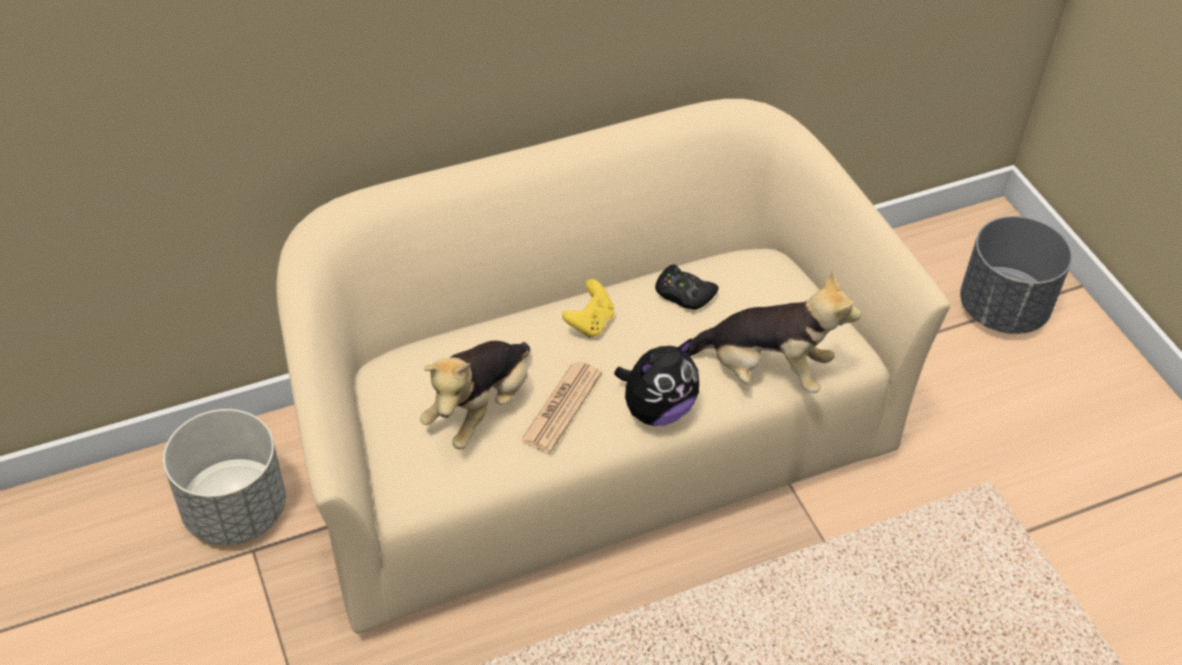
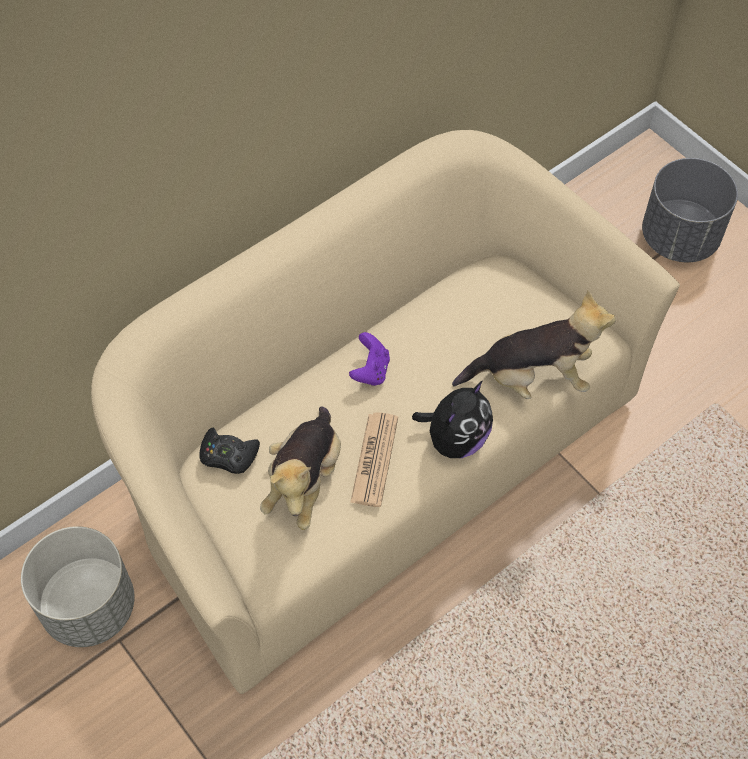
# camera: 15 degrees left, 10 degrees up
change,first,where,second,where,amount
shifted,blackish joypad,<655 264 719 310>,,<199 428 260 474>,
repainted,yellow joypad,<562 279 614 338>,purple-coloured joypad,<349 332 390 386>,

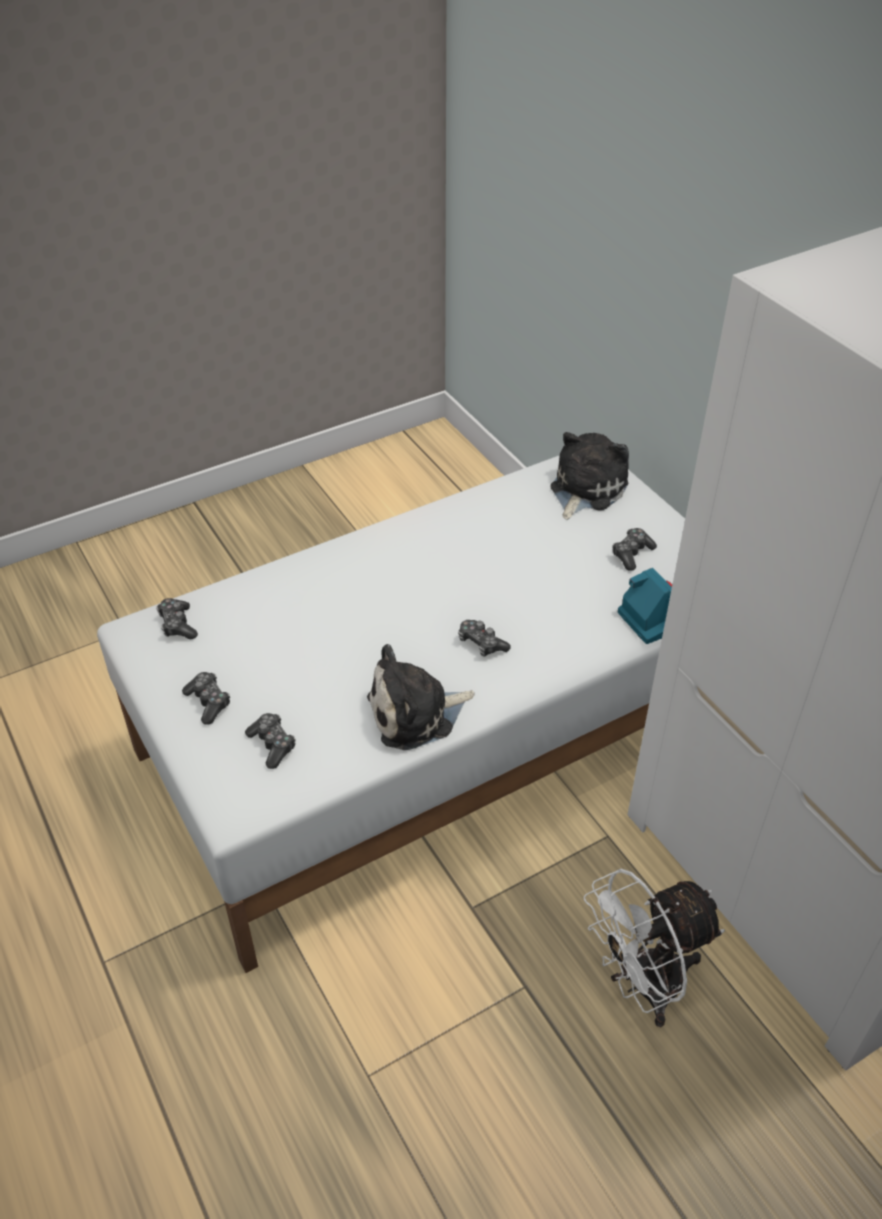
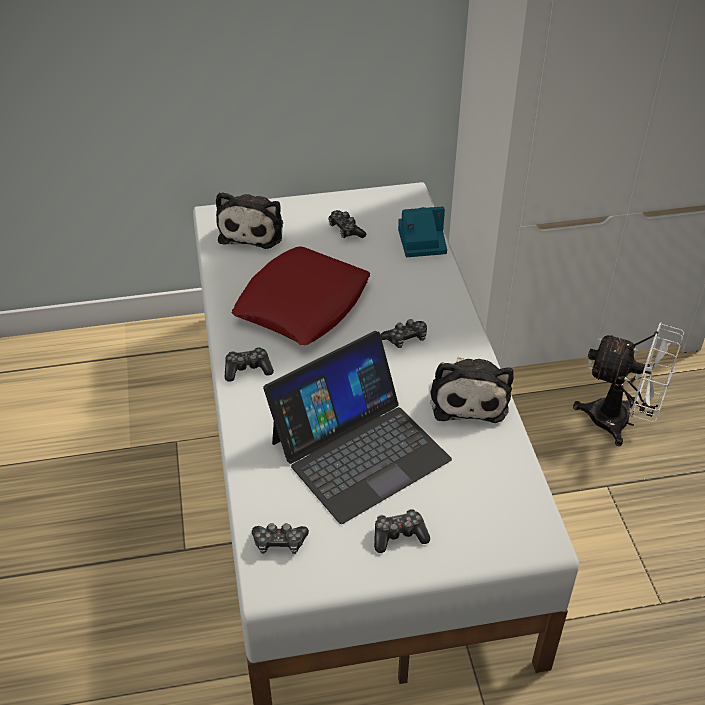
# camera: 70 degrees left, 0 degrees up
change,first,where,second,where,amount
new,,,reddish throw pillow,<232 246 370 345>,
new,,,portable computer,<263 331 452 524>,
shifted,joypad,<245 713 296 769>,,<225 347 274 381>,
rotated,plush toy,<550 432 629 520>,,<216 192 283 249>,135 degrees counterclockwise
rotated,white electric fan,<583 868 725 1027>,,<573 322 684 446>,60 degrees counterclockwise

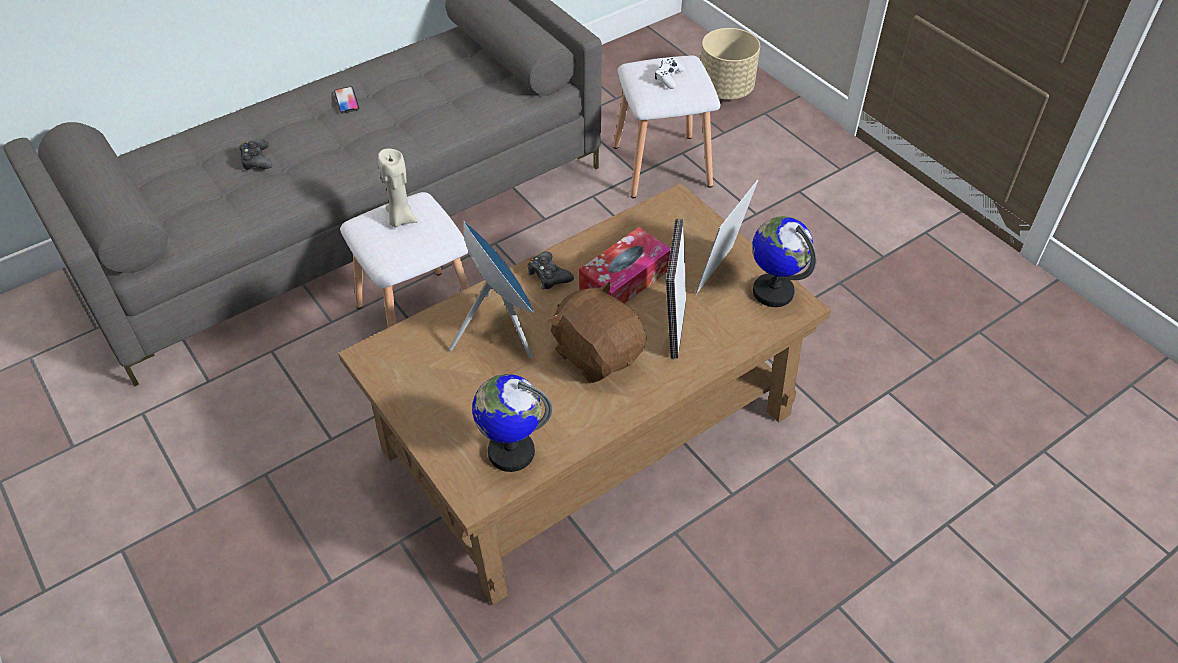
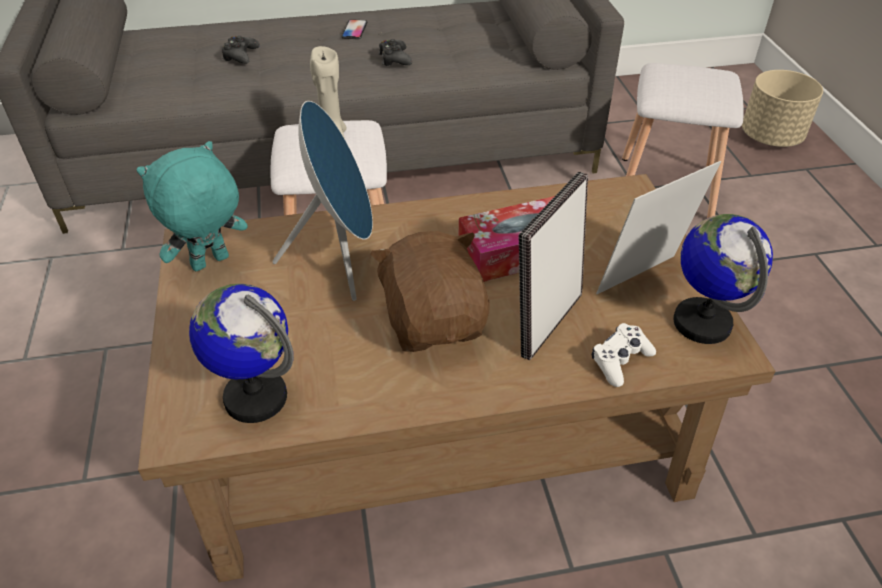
# camera: 25 degrees right, 5 degrees down
change,first,where,second,where,amount
new,,,turquoise plush toy,<137 141 248 271>,
shifted,blackish joypad,<528 251 574 289>,,<379 39 412 66>,
shifted,white joypad,<655 58 685 89>,,<592 323 656 387>,

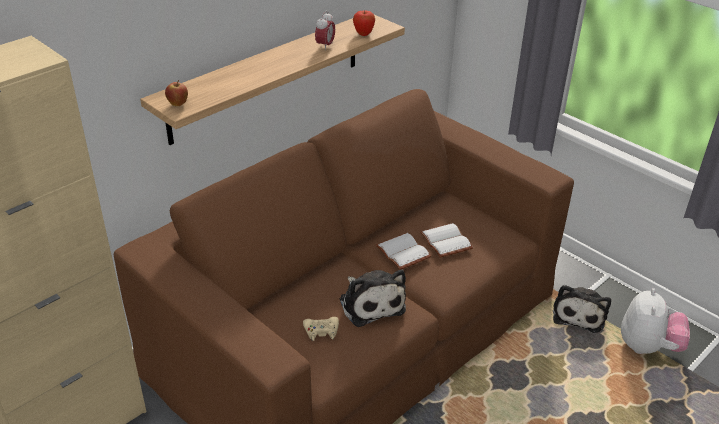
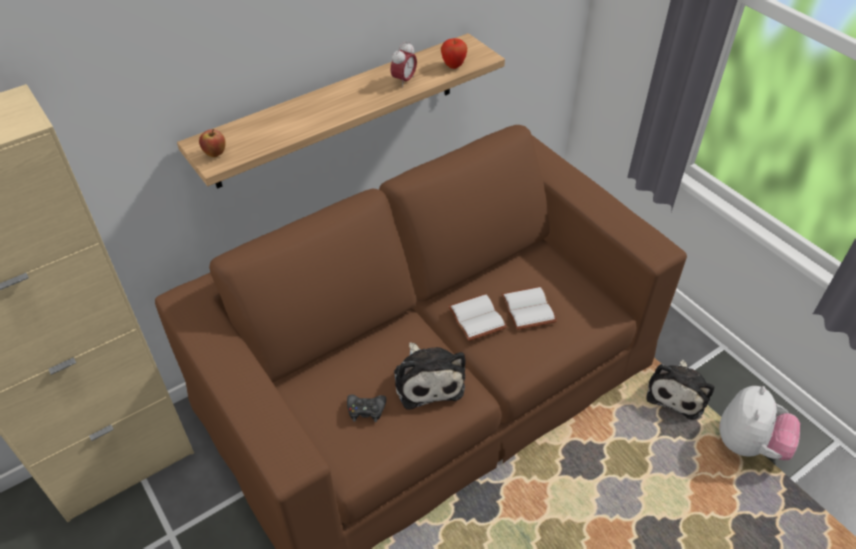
# camera: 10 degrees right, 10 degrees up
change,first,where,second,where,amount
repainted,sand-coloured joypad,<303 317 339 341>,blackish joypad,<347 395 386 422>,

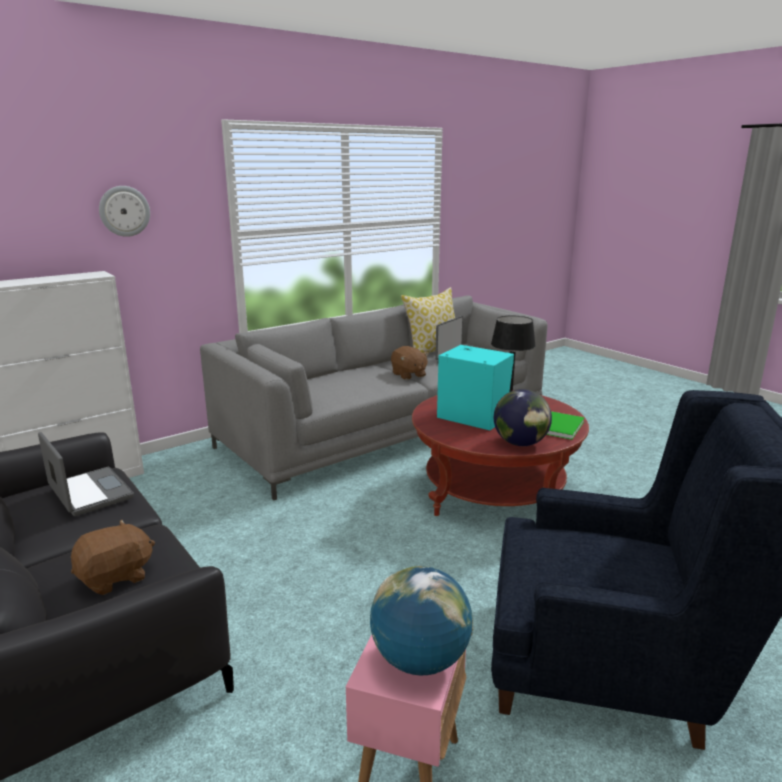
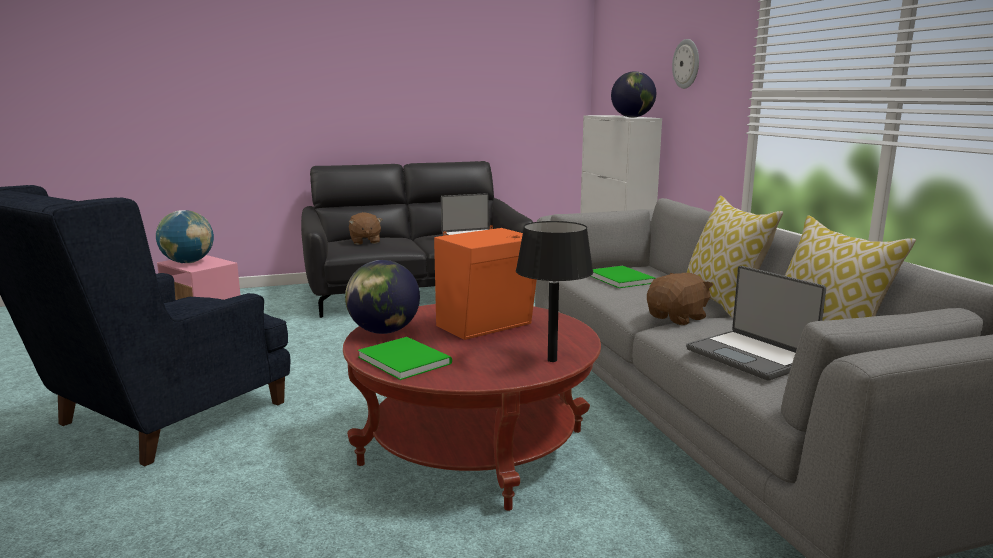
# camera: 110 degrees right, 5 degrees down
change,first,where,second,where,amount
new,,,green-coloured volume,<591 266 656 288>,
new,,,globe,<611 71 656 117>,
new,,,throw pillow,<687 195 783 318>,
repainted,turquoise audio speaker,<437 345 514 430>,orange-coloured audio speaker,<434 225 537 340>,
rotated,brown plush toy,<391 346 429 380>,,<647 273 713 325>,150 degrees clockwise

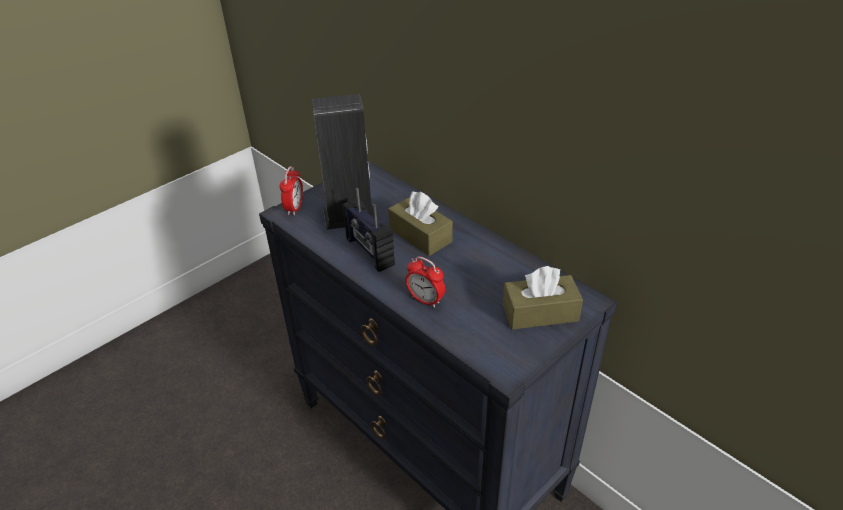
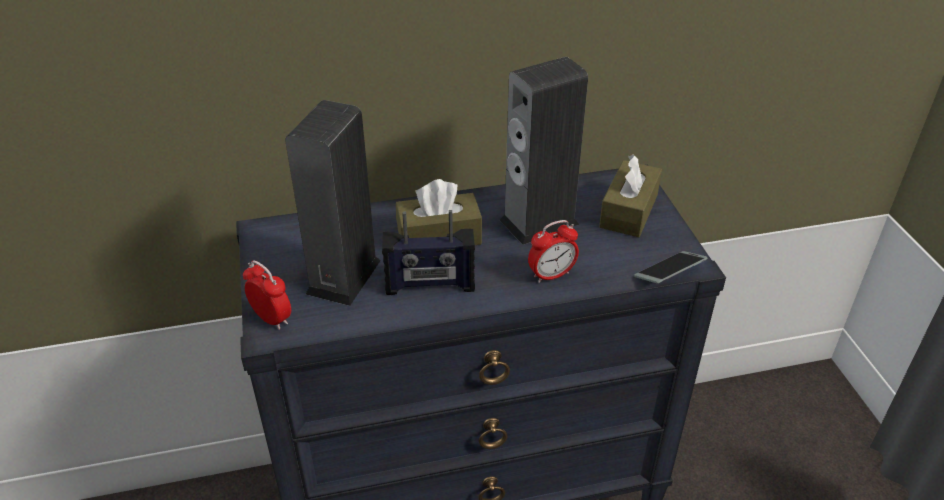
# camera: 60 degrees left, 0 degrees up
change,first,where,second,where,amount
new,,,audio speaker,<500 57 588 245>,
new,,,phone,<634 251 707 283>,

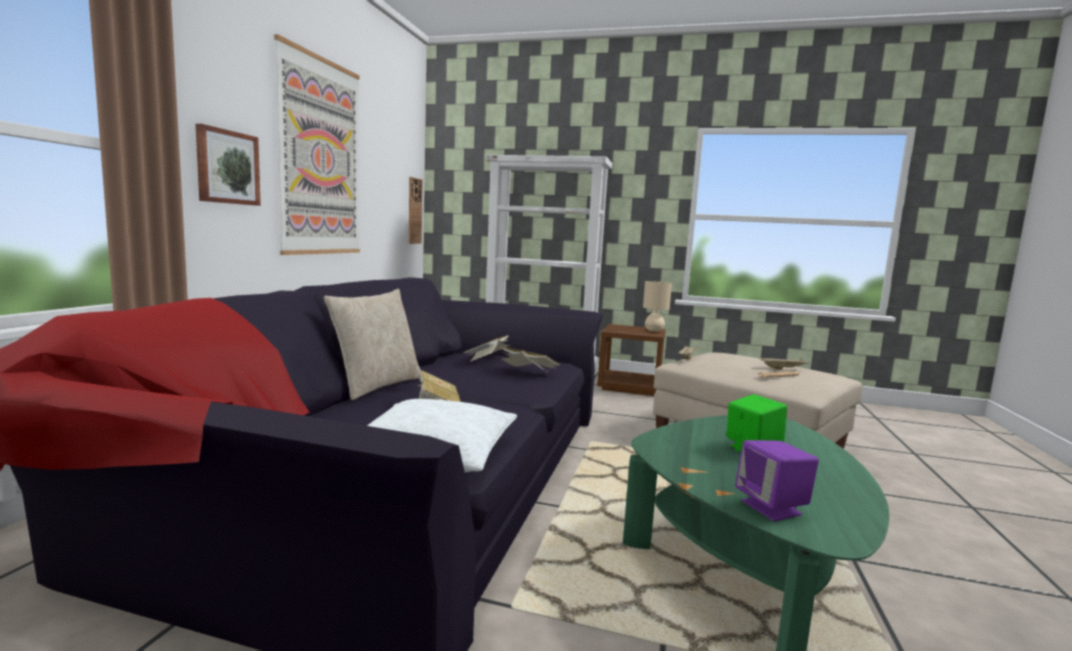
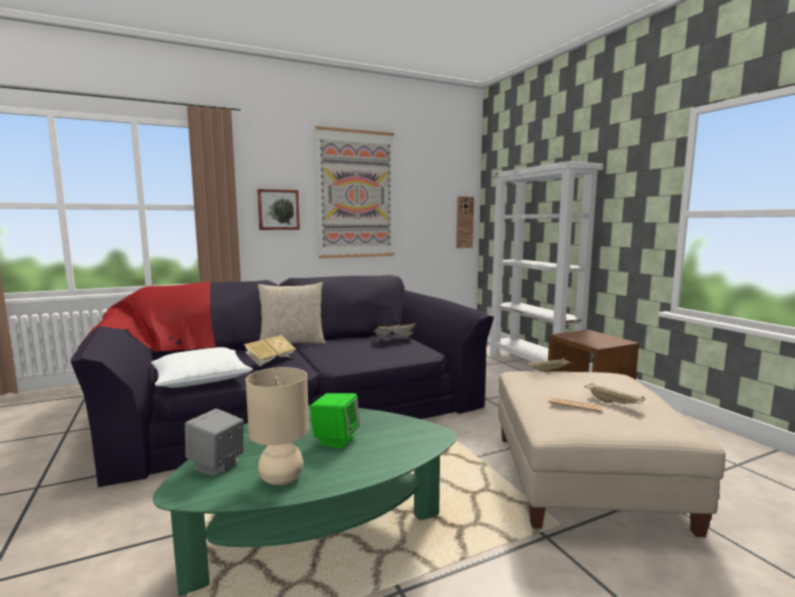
# camera: 50 degrees right, 0 degrees up
change,first,where,second,where,amount
gone,volume,<501 347 560 373>,,,
shifted,sand-coloured lamp for a table,<643 281 672 332>,,<246 367 309 486>,
repainted,purple-coloured audio speaker,<735 440 819 521>,gray audio speaker,<185 409 244 476>,

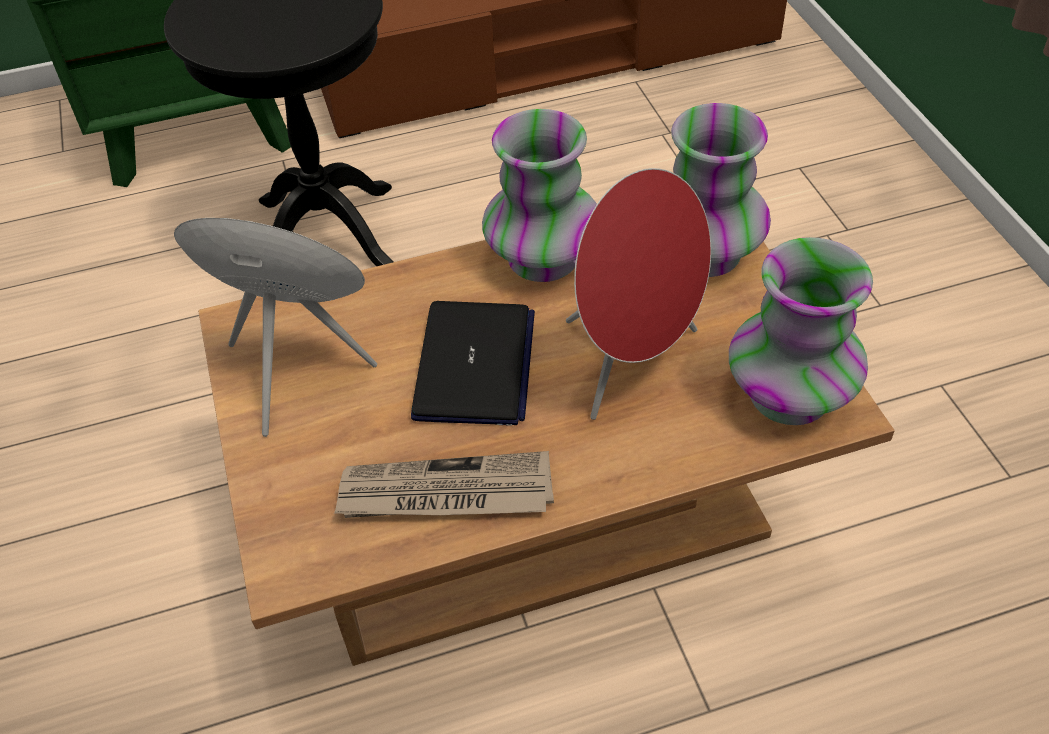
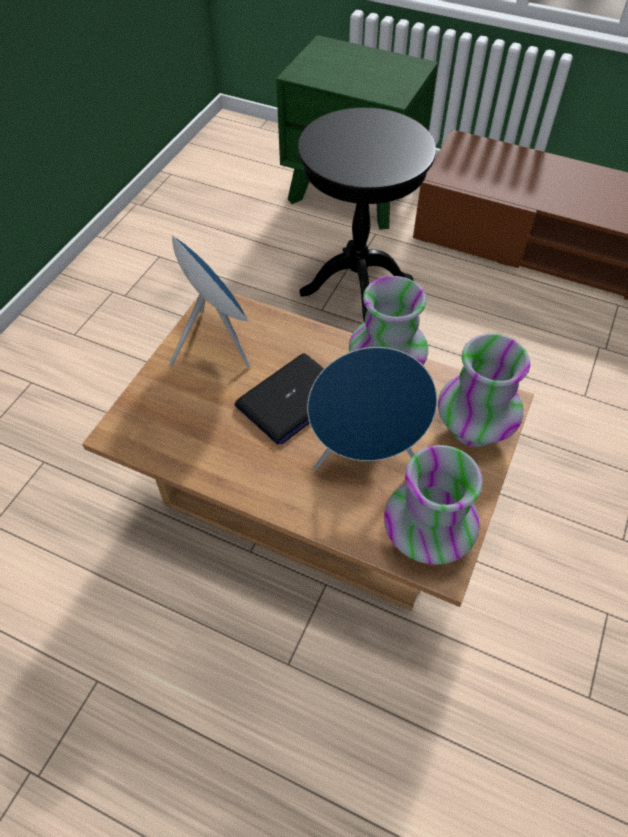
# camera: 40 degrees right, 5 degrees up
change,first,where,second,where,amount
gone,printed paper,<334 451 554 518>,,,
repainted,reddish audio speaker,<566 168 711 420>,blue-coloured audio speaker,<307 347 437 471>,

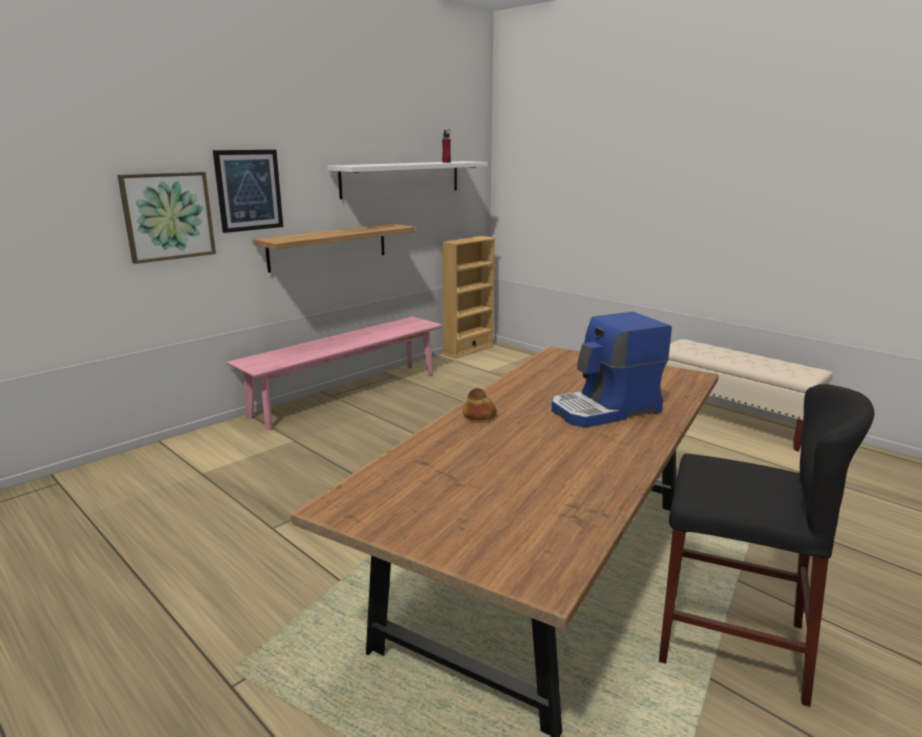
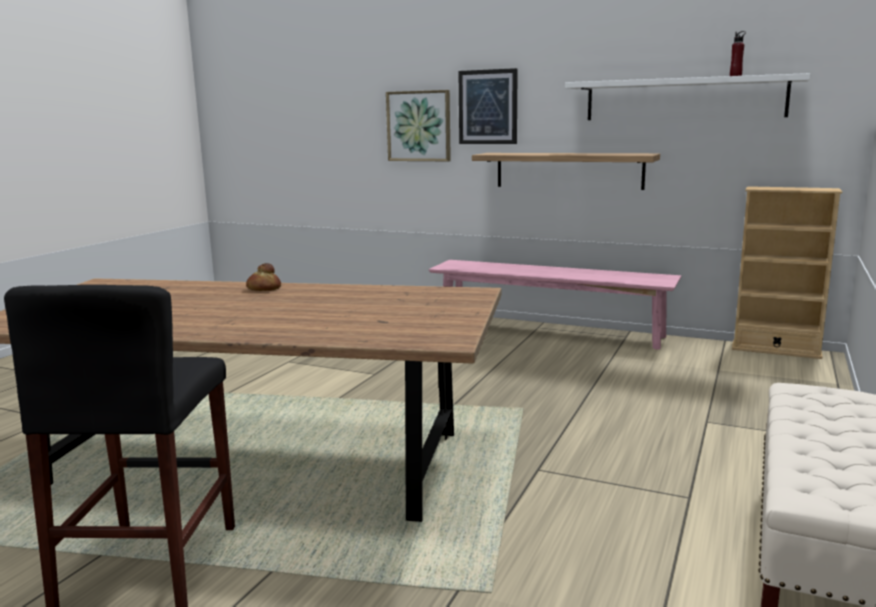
# camera: 70 degrees right, 5 degrees down
change,first,where,second,where,amount
gone,coffee machine,<552 312 672 428>,,,

